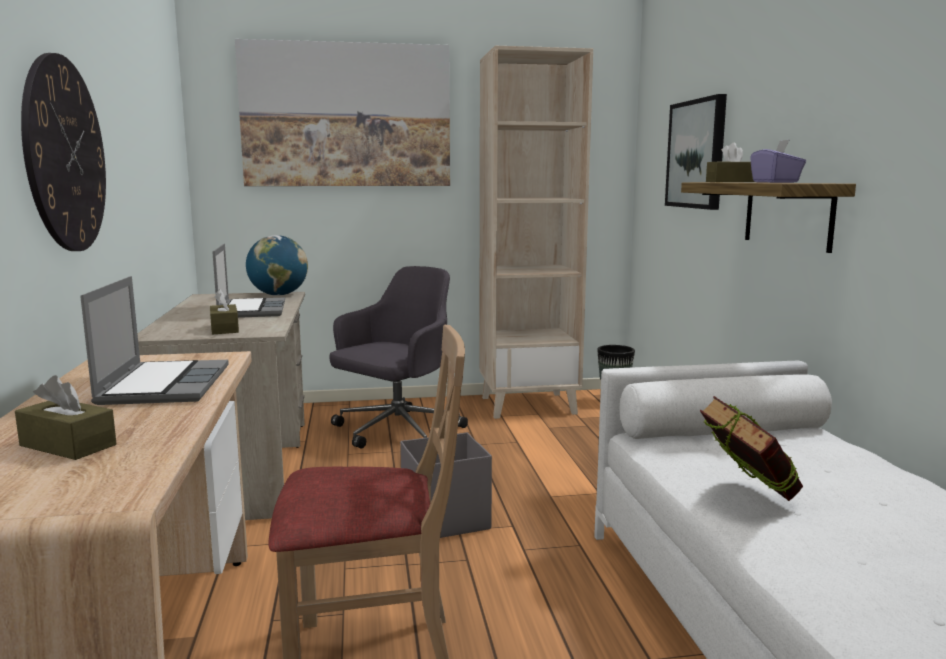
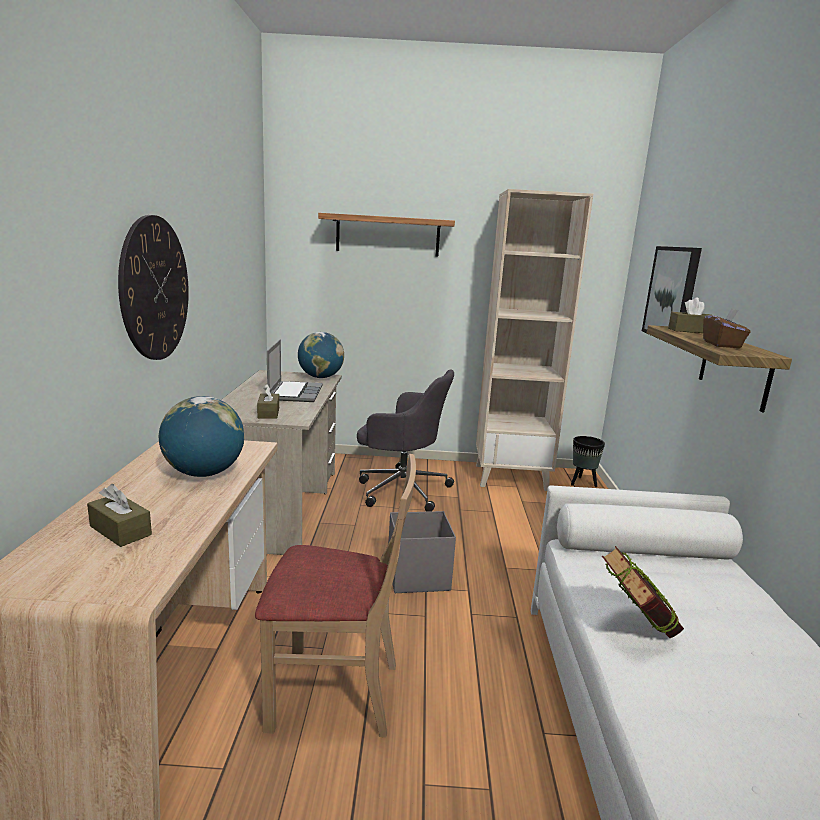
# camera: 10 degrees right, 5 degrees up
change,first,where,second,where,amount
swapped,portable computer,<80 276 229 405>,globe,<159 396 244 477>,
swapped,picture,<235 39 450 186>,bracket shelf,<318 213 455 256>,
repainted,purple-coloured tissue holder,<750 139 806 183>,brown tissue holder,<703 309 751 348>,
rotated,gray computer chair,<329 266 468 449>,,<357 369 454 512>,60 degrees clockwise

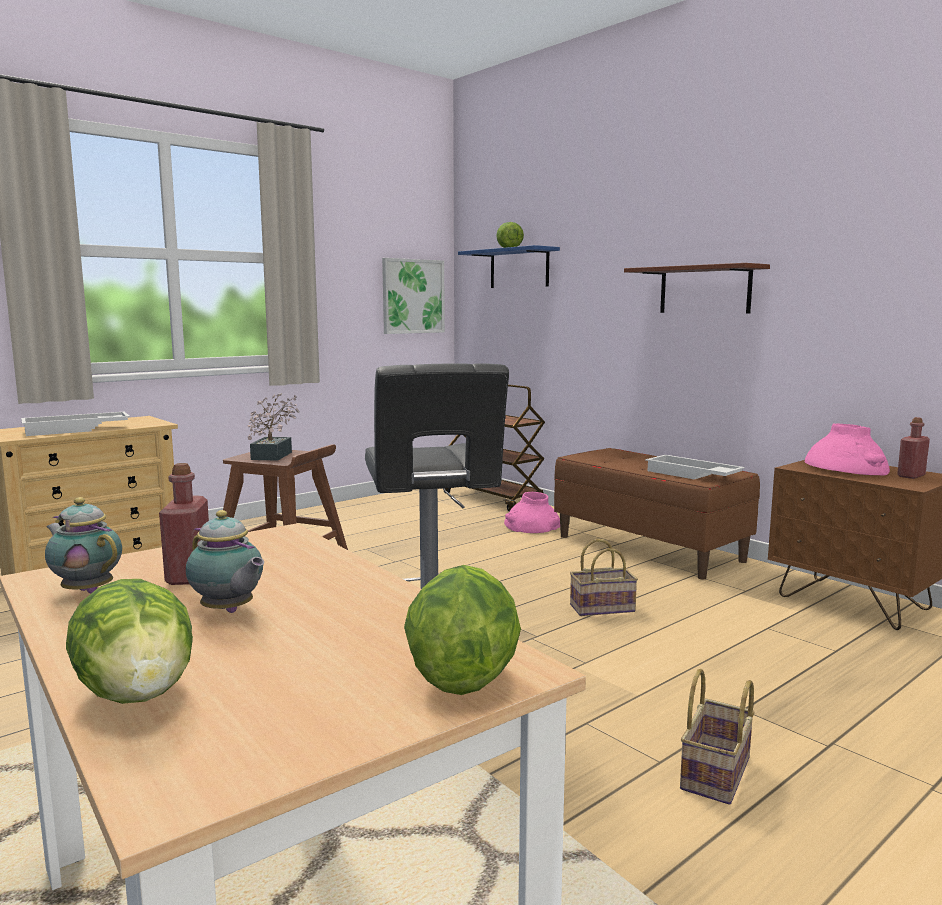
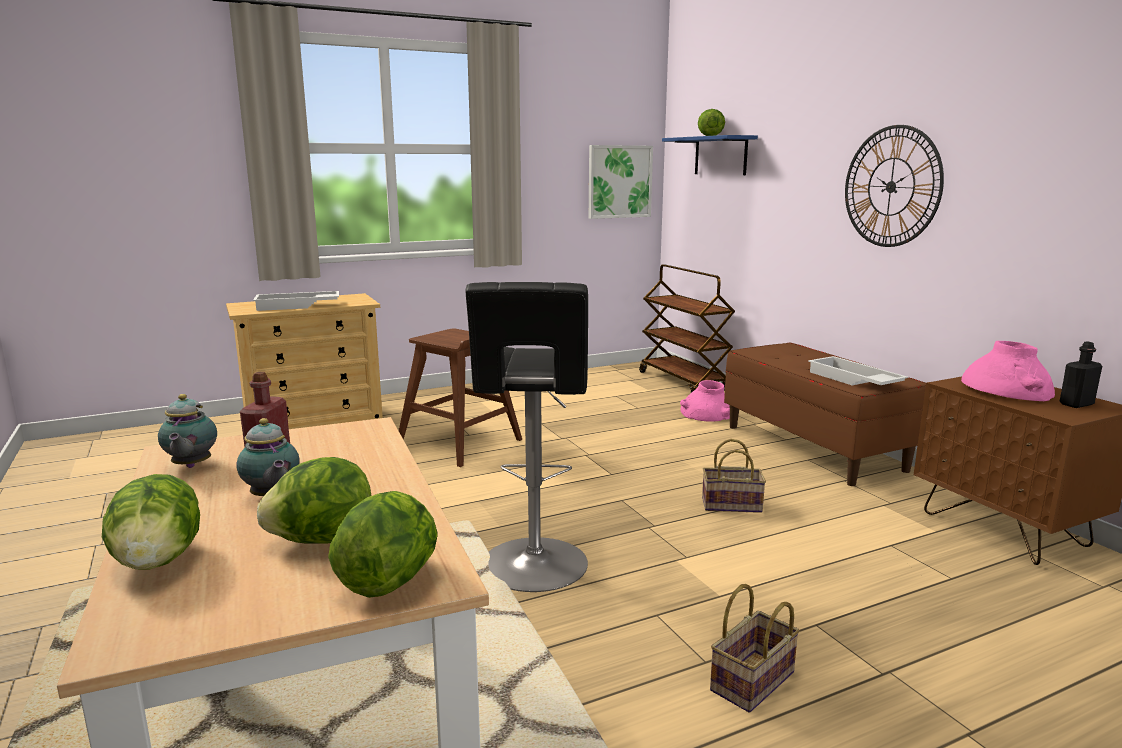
# camera: 15 degrees right, 5 degrees up
change,first,where,second,where,amount
gone,houseplant,<248 393 299 461>,,,
new,,,head of lettuce,<257 457 372 544>,
swapped,brown bracket shelf,<624 263 770 314>,clock on the wall,<845 125 944 247>,
repainted,reddish beverage bottle,<897 417 930 479>,blackish beverage bottle,<1060 342 1102 408>,
rotated,tea pot,<45 497 122 594>,,<158 394 217 468>,150 degrees counterclockwise

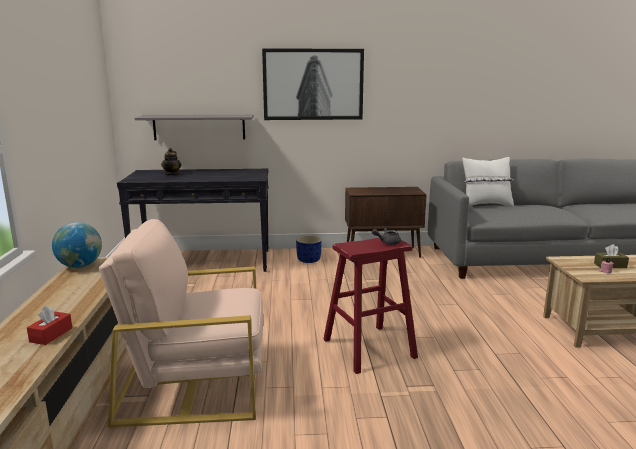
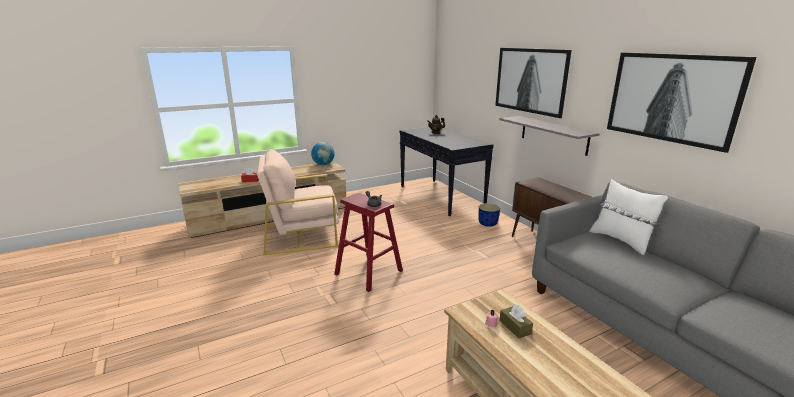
# camera: 65 degrees right, 5 degrees up
change,first,where,second,where,amount
new,,,picture,<607 53 756 153>,
shifted,gray bracket shelf,<135 115 254 140>,,<499 116 599 156>,
rotated,sand-coloured armchair,<99 219 264 428>,,<257 150 339 255>,75 degrees counterclockwise

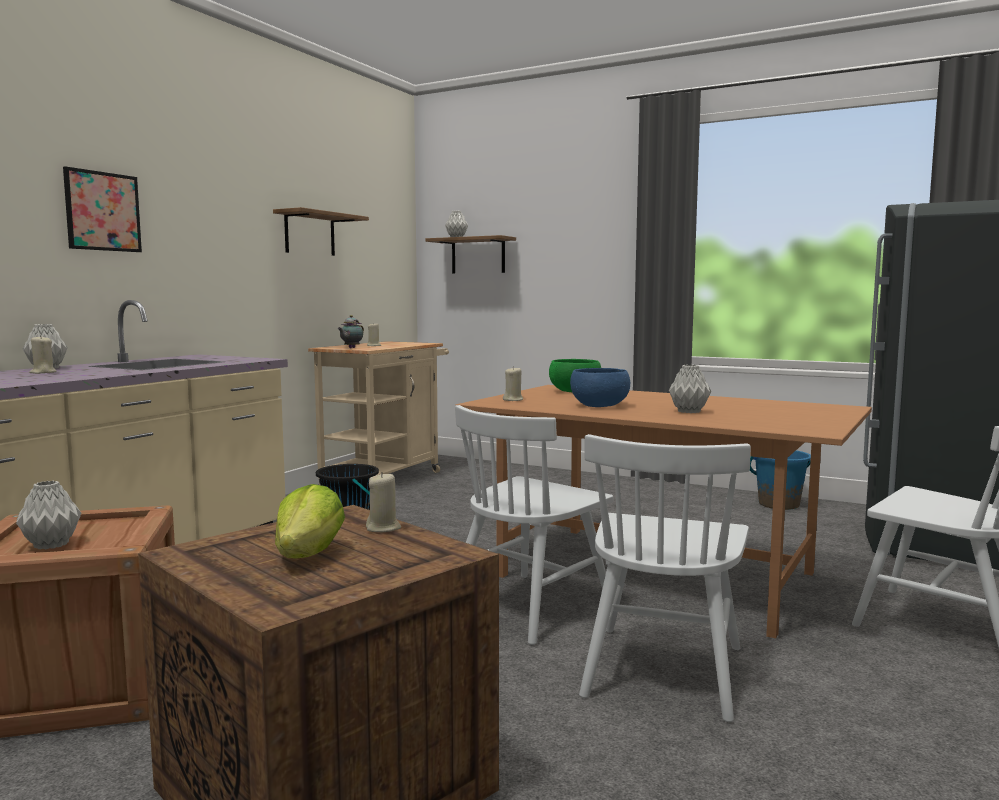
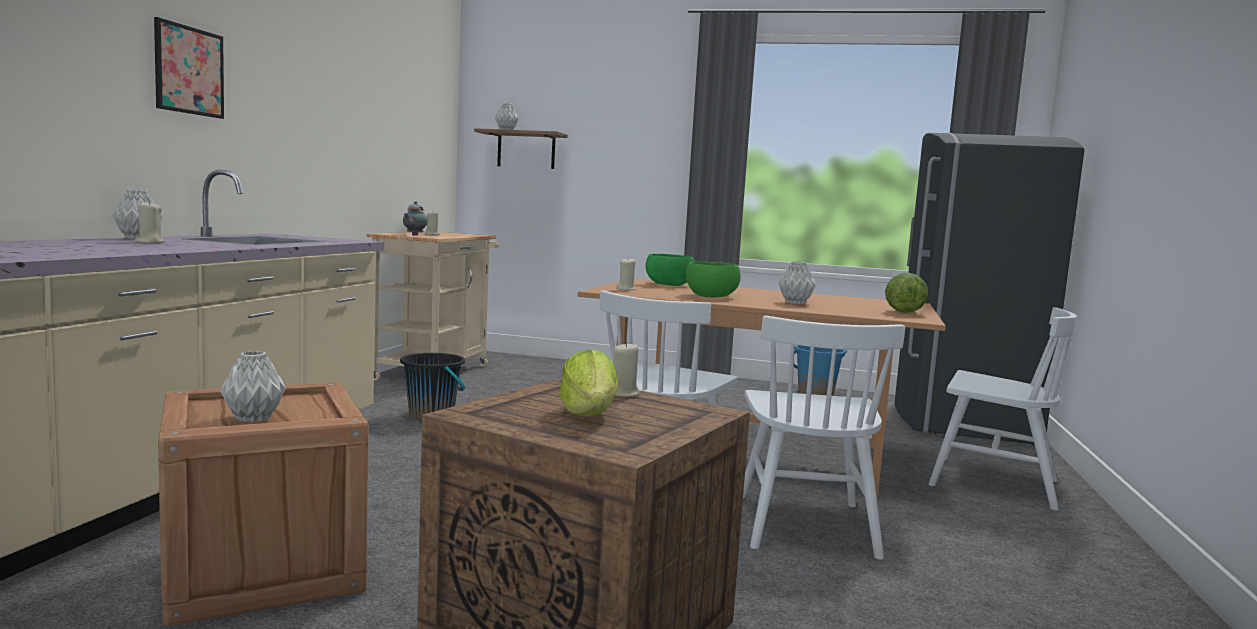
# camera: 15 degrees left, 0 degrees up
change,first,where,second,where,amount
gone,bracket shelf,<273 207 369 256>,,,
new,,,head of lettuce,<885 273 928 313>,
repainted,blue-coloured bowl,<570 368 630 407>,green-coloured bowl,<686 262 741 297>,

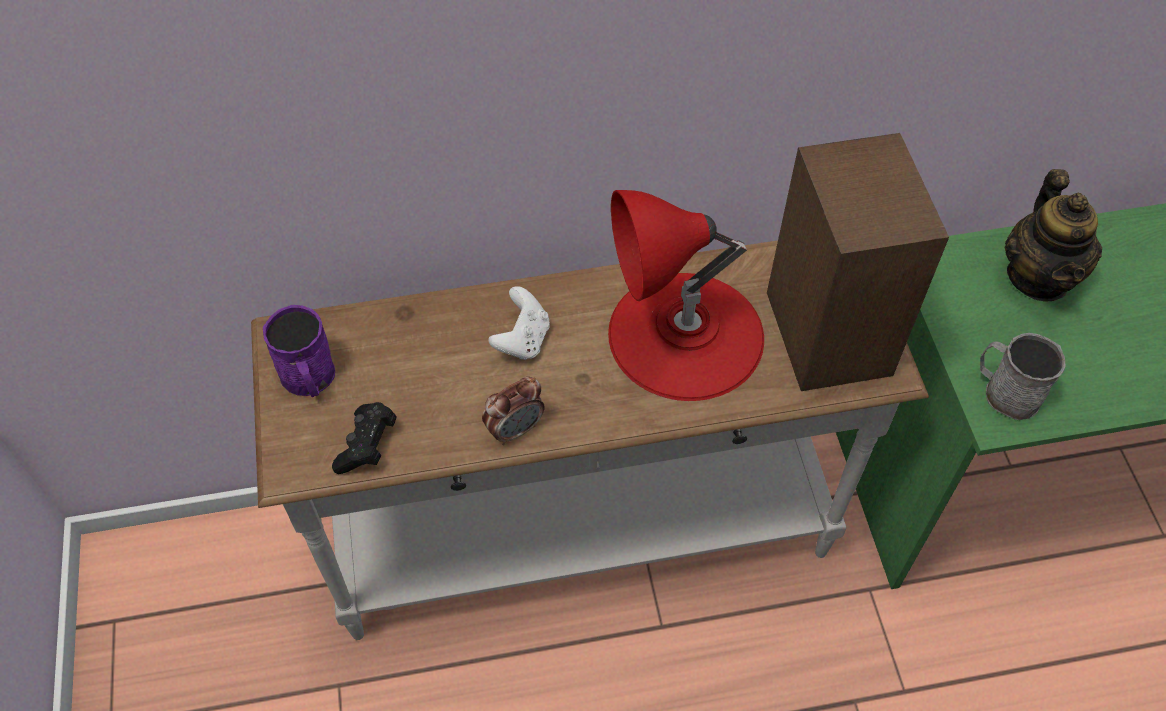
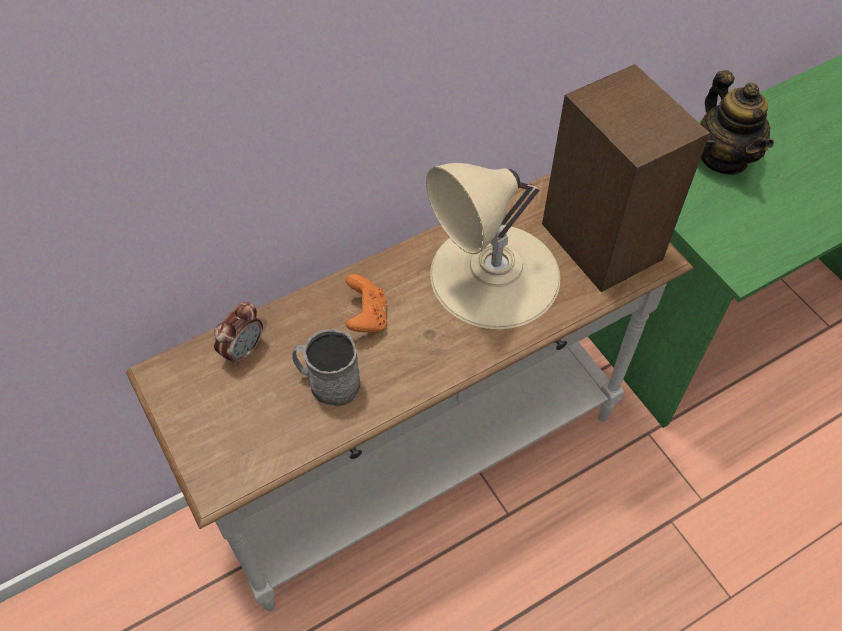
# camera: 20 degrees left, 0 degrees up
change,first,where,second,where,amount
gone,purple-coloured coffee mug,<263 305 335 397>,,,
gone,blackish joypad,<332 402 397 474>,,,
shifted,bedside clock,<482 377 545 445>,,<214 302 263 366>,
shifted,gray coffee mug,<980 333 1066 420>,,<292 329 361 407>,
repainted,white joypad,<488 286 550 360>,orange-coloured joypad,<345 274 387 333>,
repainted,reddish lamp for a table,<608 190 764 401>,sand-coloured lamp for a table,<426 163 560 329>,

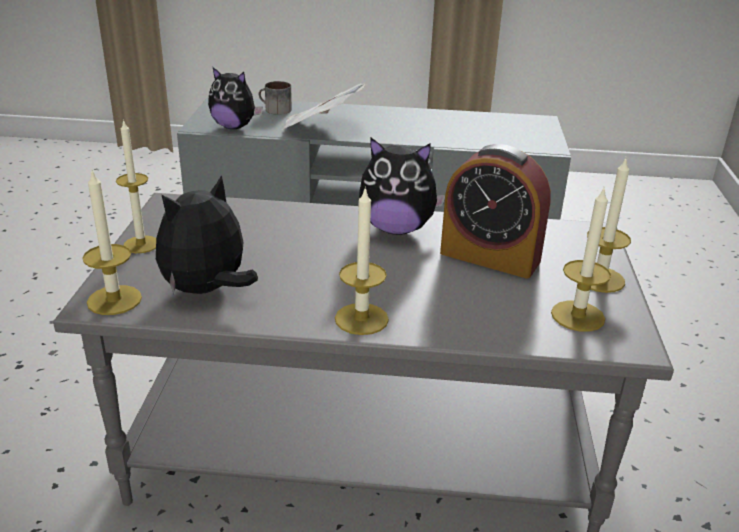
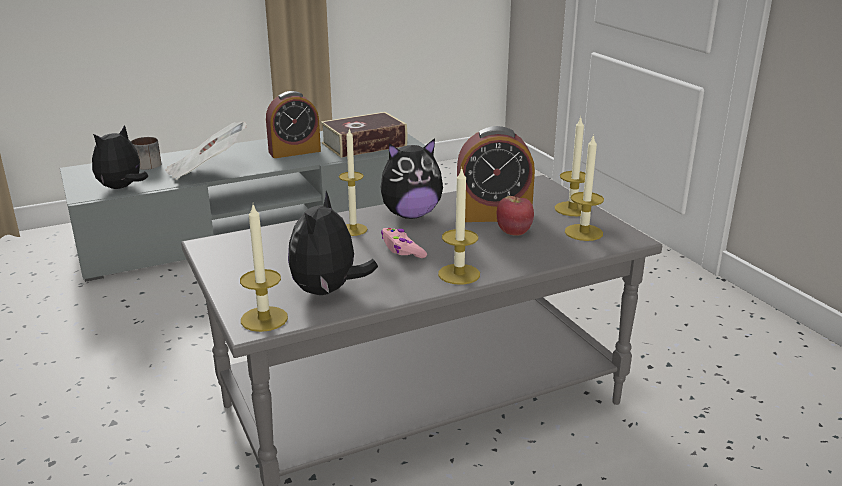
# camera: 30 degrees left, 5 degrees down
change,first,where,second,where,amount
new,,,bedside clock,<266 91 321 158>,
new,,,volume,<320 112 407 158>,
new,,,pink joypad,<381 228 427 258>,
new,,,apple,<497 196 534 236>,
shifted,candle,<116 119 156 253>,,<339 128 367 236>,
rotated,plush toy,<208 67 263 129>,,<92 125 148 189>,135 degrees clockwise

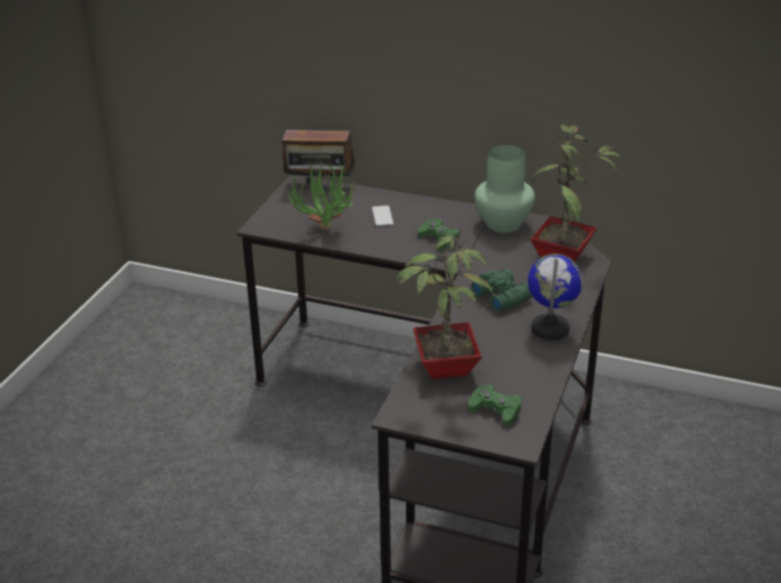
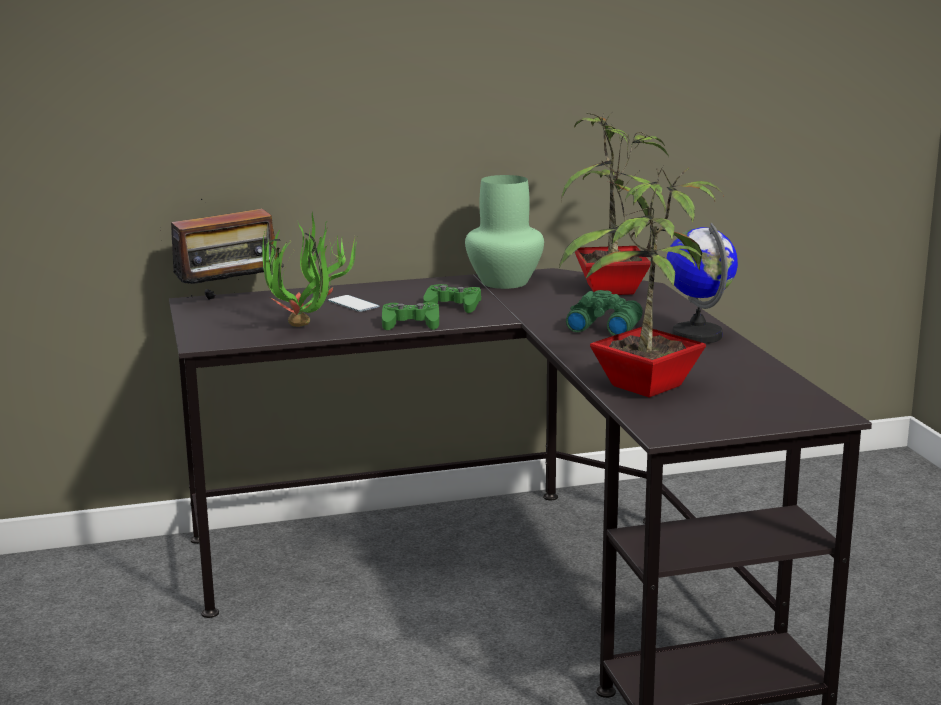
# camera: 35 degrees left, 15 degrees down
change,first,where,second,where,amount
shifted,green-coloured joypad,<468 384 522 427>,,<382 302 439 330>,

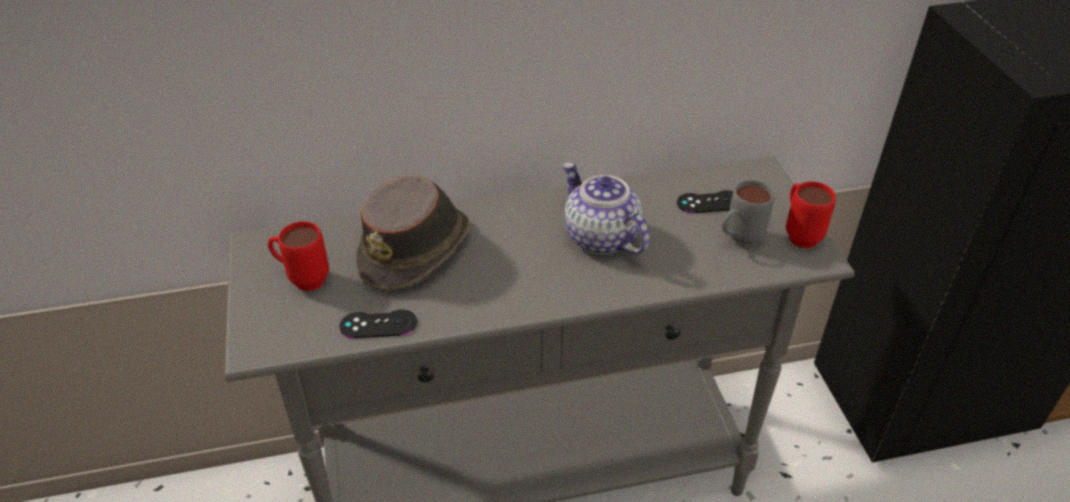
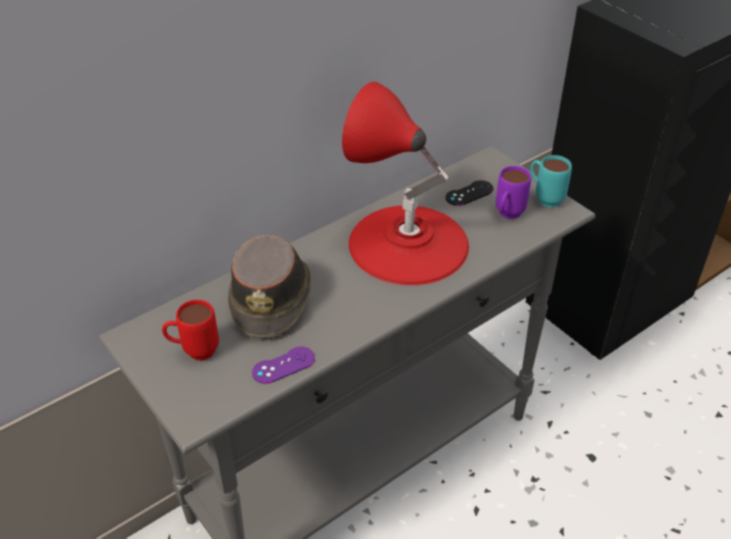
# camera: 25 degrees left, 0 degrees up
change,first,where,second,where,amount
swapped,tea pot,<563 162 650 255>,reddish lamp for a table,<342 82 469 285>,
repainted,blackish joypad,<339 309 417 338>,purple-coloured joypad,<252 346 315 384>,
repainted,gray coffee mug,<722 180 774 247>,purple-coloured coffee mug,<496 166 531 219>,
repainted,reddish coffee mug,<786 181 836 248>,turquoise coffee mug,<530 155 572 208>,

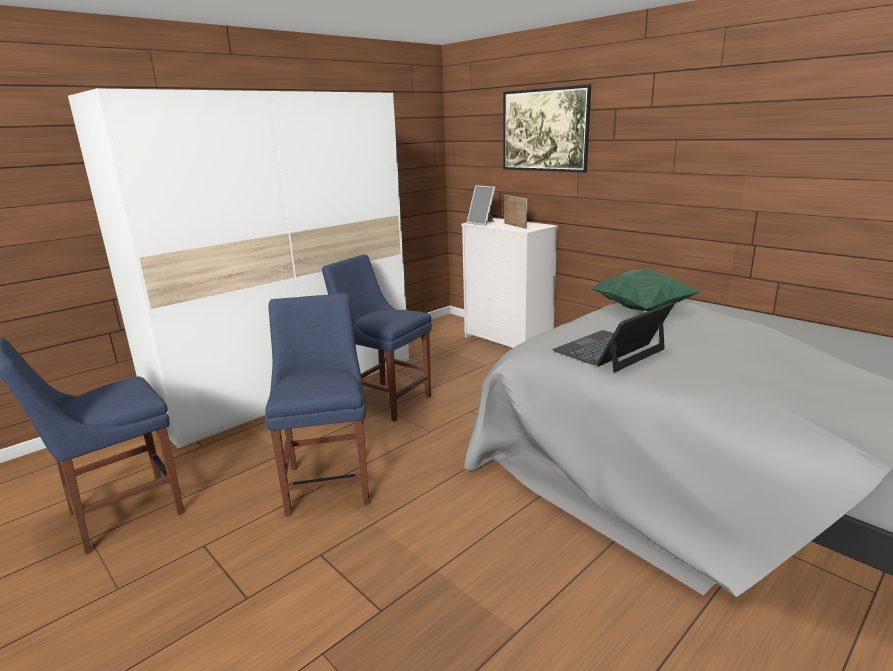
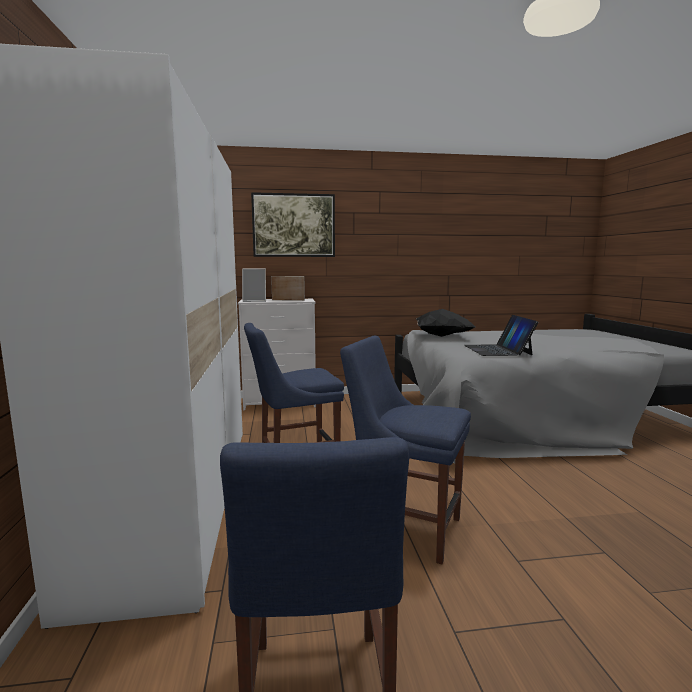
# camera: 55 degrees left, 10 degrees down
change,first,where,second,where,amount
repainted,green-coloured throw pillow,<588 269 702 311>,blackish throw pillow,<416 309 475 337>,

